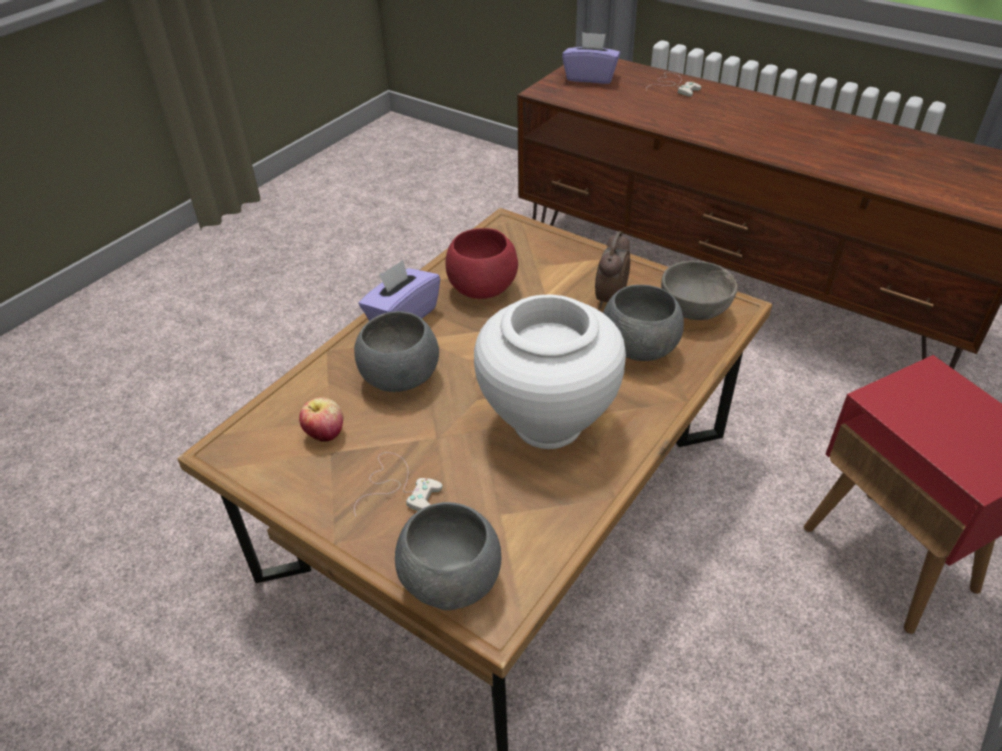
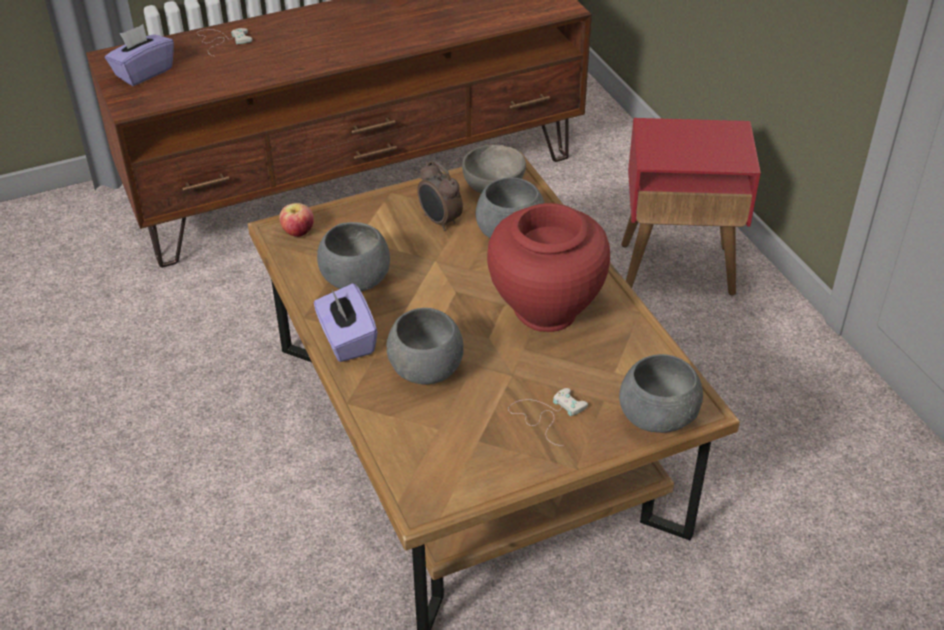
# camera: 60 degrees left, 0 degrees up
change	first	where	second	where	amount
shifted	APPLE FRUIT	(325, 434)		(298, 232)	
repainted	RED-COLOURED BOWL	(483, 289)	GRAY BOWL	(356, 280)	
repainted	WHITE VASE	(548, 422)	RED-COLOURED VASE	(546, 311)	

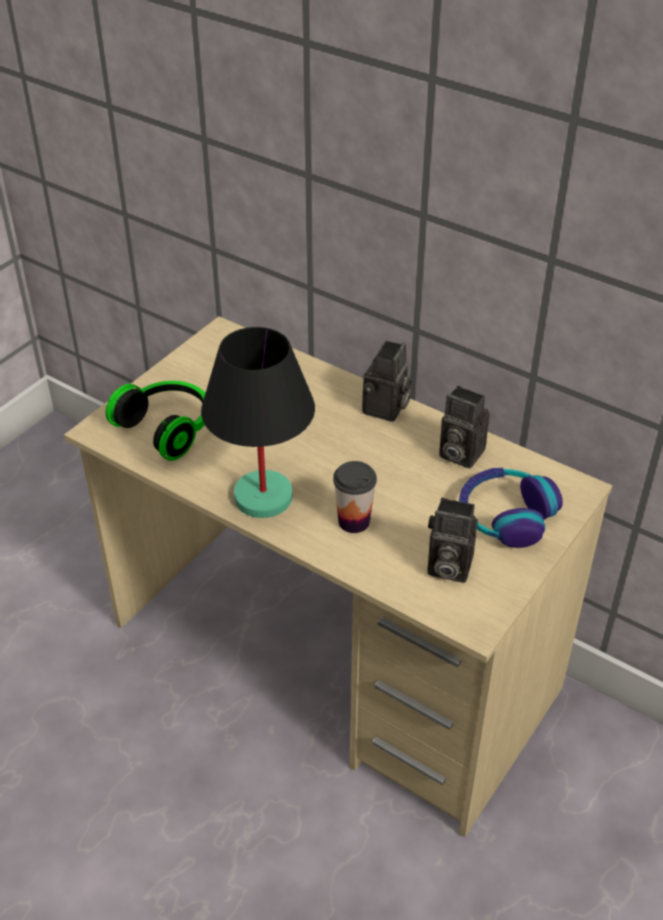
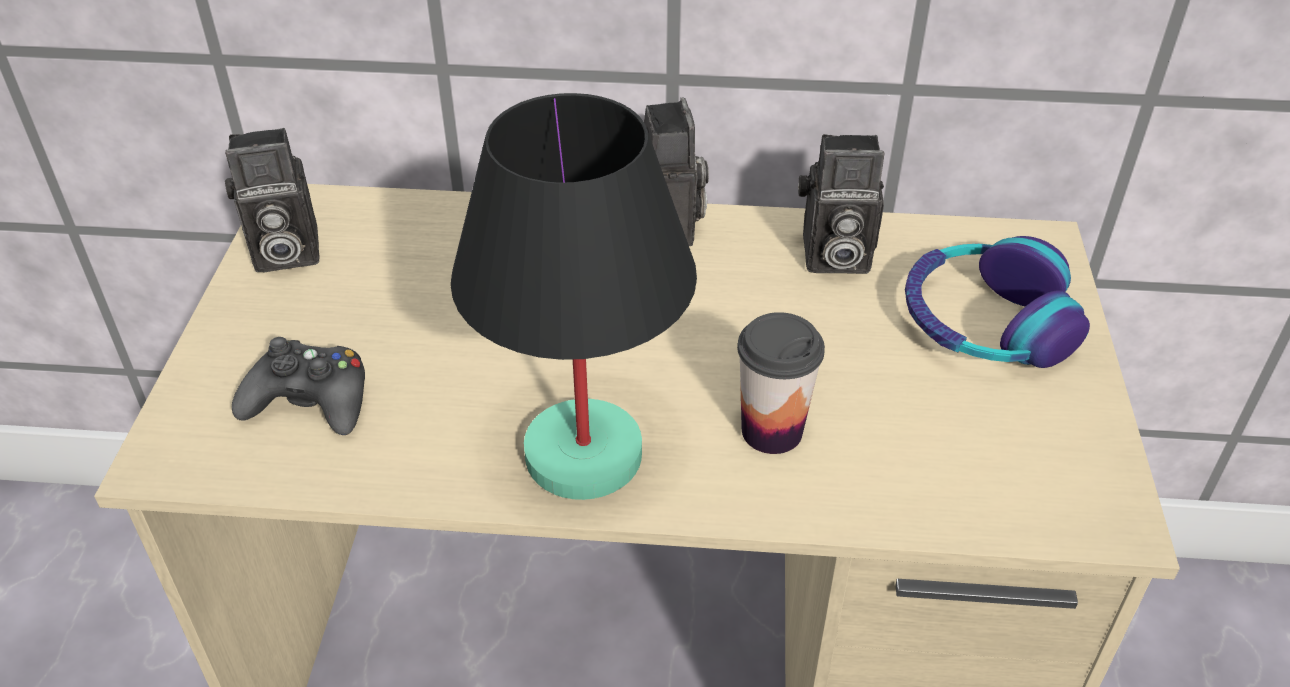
# camera: 30 degrees left, 0 degrees up
change	first	where	second	where	amount
shifted	PHOTO CAMERA	(446, 567)		(282, 254)	
swapped	HEADSET	(168, 428)	BLACK JOYPAD	(310, 401)	

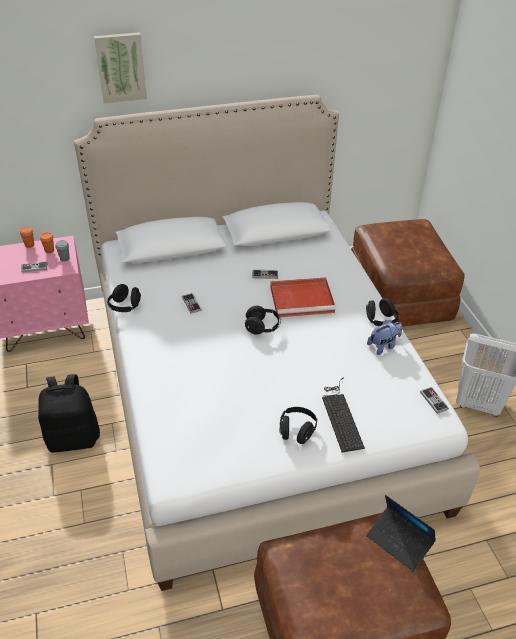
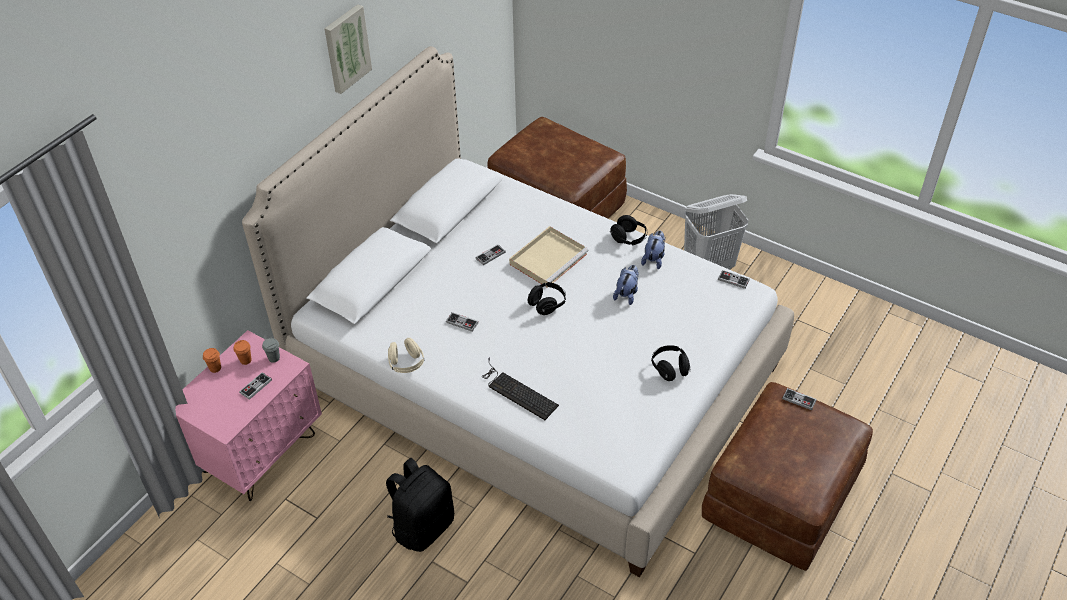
# camera: 40 degrees left, 5 degrees up
change	first	where	second	where	amount
new			SOFT TOY	(627, 294)	
shifted	PICTURE	(120, 67)		(346, 48)	
shifted	KEYBOARD	(341, 415)		(516, 391)	
swapped	PORTABLE COMPUTER	(399, 541)	JOYPAD	(799, 400)	
repainted	BLACK HEADSET	(125, 307)	BEIGE-COLOURED HEADSET	(406, 364)	
repainted	RED-COLOURED CARRYING TRAY	(303, 299)	BEIGE-COLOURED CARRYING TRAY	(549, 258)	

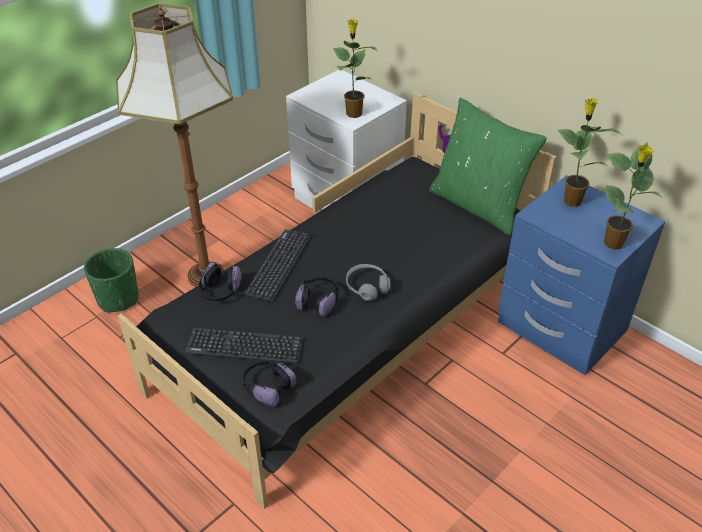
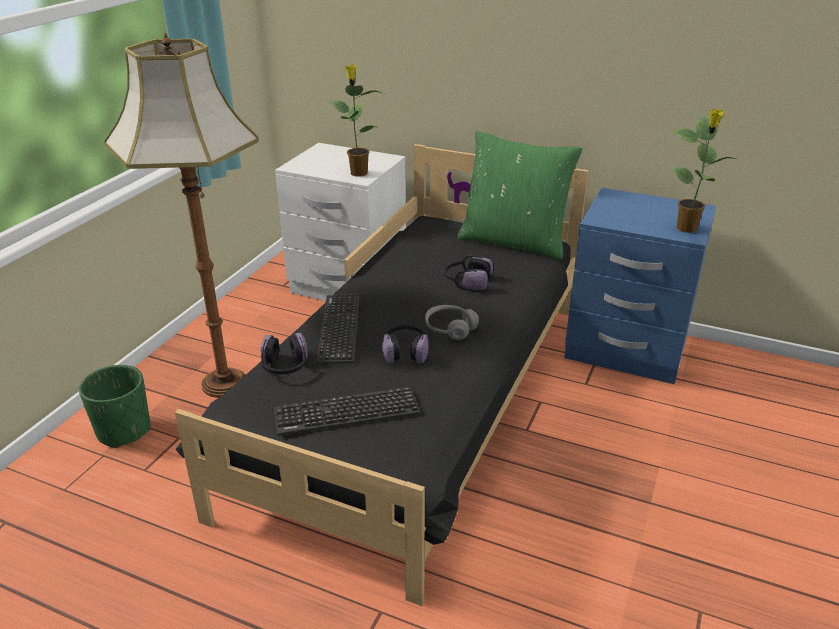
# camera: 20 degrees left, 10 degrees down
change	first	where	second	where	amount
gone	PLANT IN A POT	(571, 200)			
shifted	HEADSET	(267, 387)		(466, 281)	

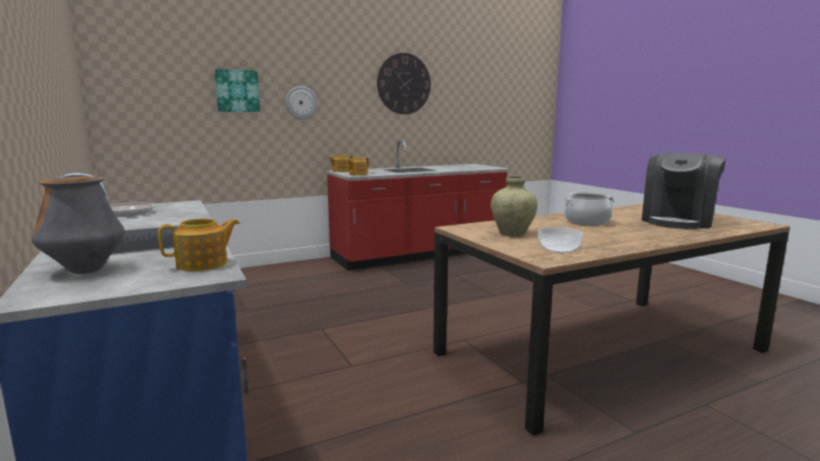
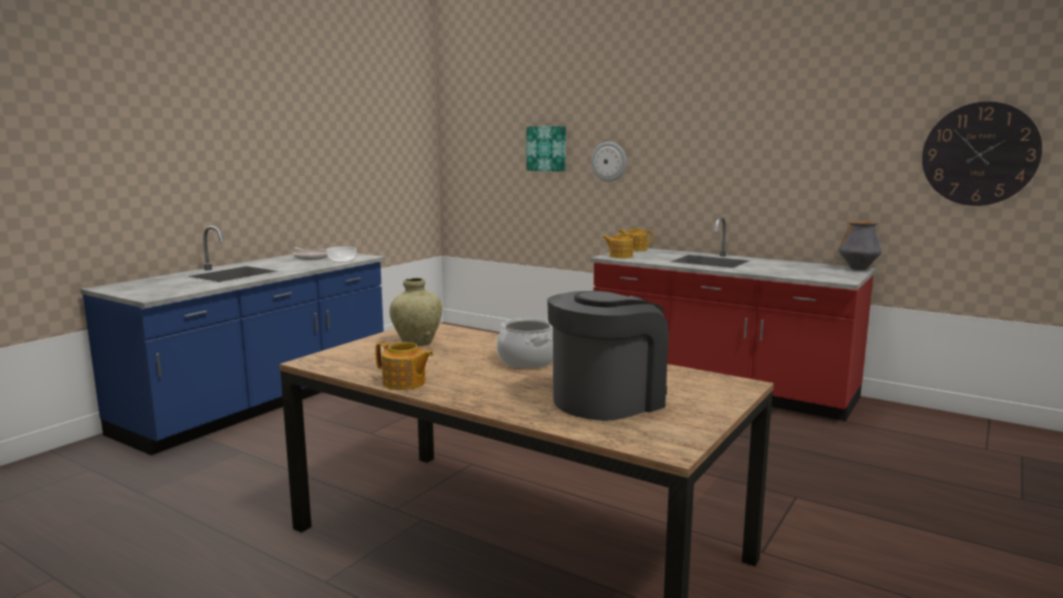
# camera: 60 degrees right, 0 degrees up
change	first	where	second	where	amount
shifted	VASE	(85, 270)		(858, 269)	
shifted	TEAPOT	(203, 264)		(404, 383)	
shifted	HANGING CLOCK	(404, 84)		(980, 154)	
shifted	BOWL	(559, 249)		(342, 260)	
rotated	COFFEE MACHINE	(678, 221)		(607, 400)	135 degrees clockwise

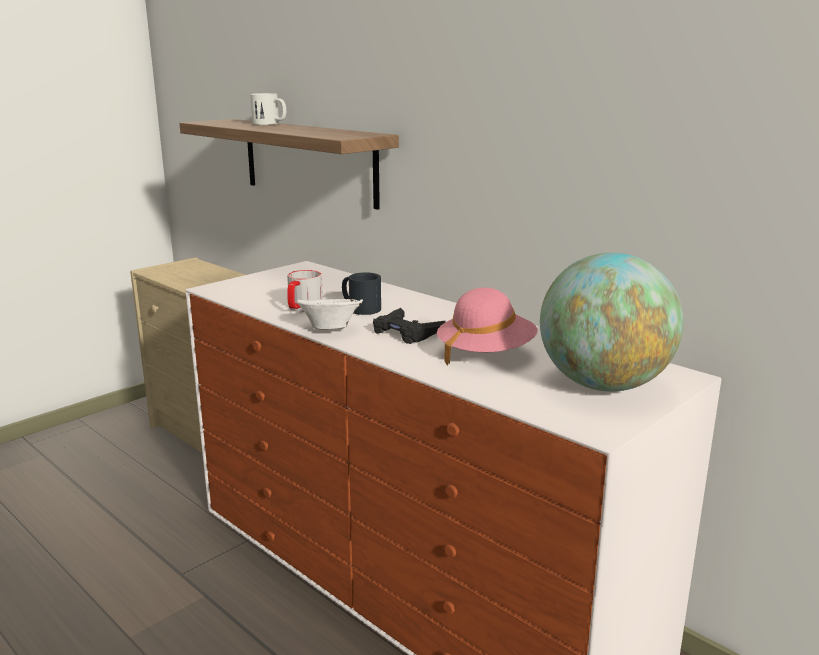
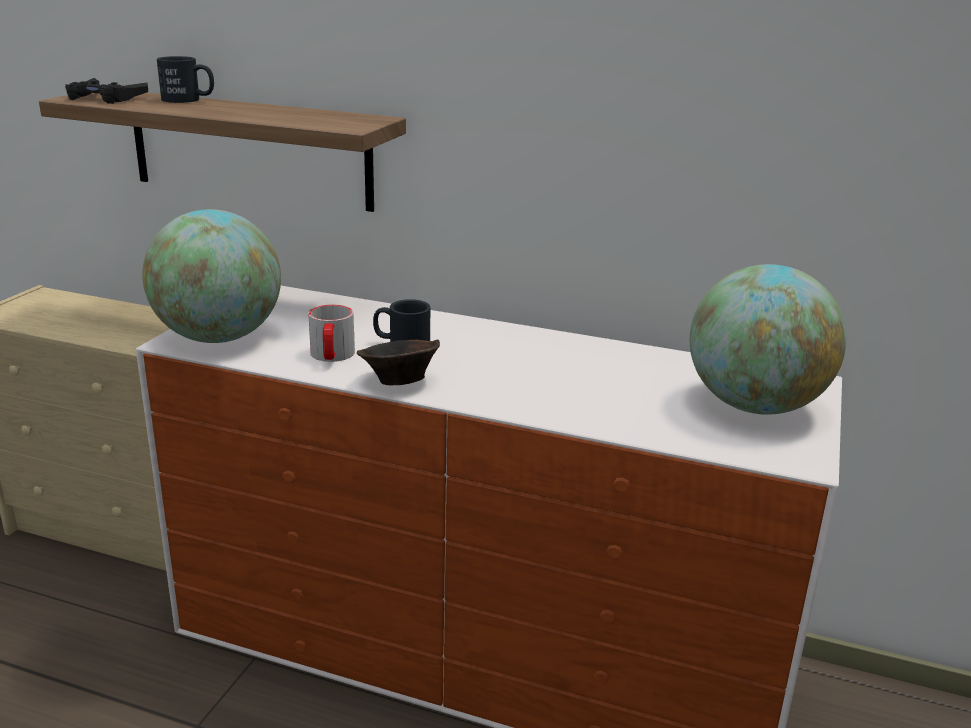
# camera: 25 degrees left, 5 degrees up
change	first	where	second	where	amount
gone	PINK-COLOURED WEARABLE HAT	(485, 354)			
new			WORLD GLOBE	(219, 337)	
shifted	BLACK JOYPAD	(406, 332)		(105, 98)	
repainted	WHITE MUG	(270, 124)	BLACK MUG	(188, 100)	
repainted	WHITE BOWL	(329, 329)	BROWNISH BOWL	(398, 382)	

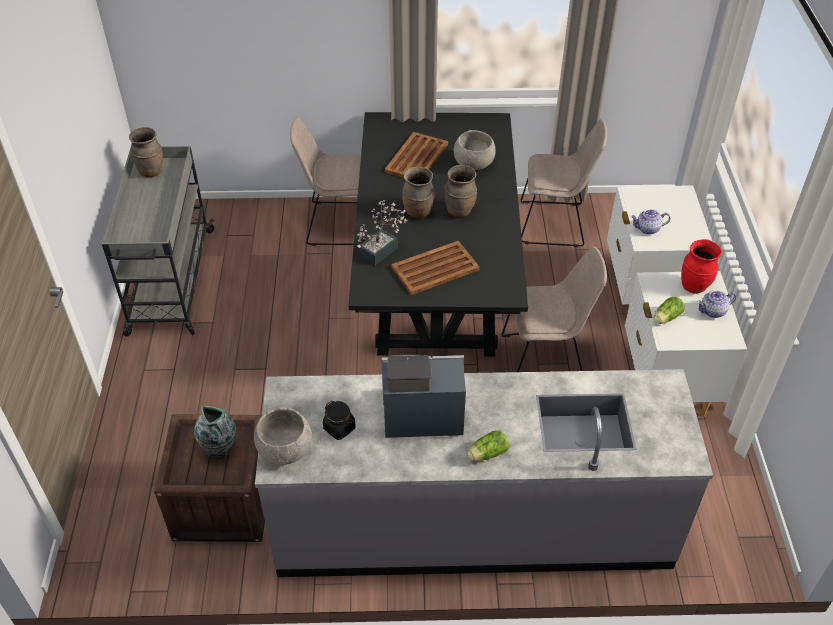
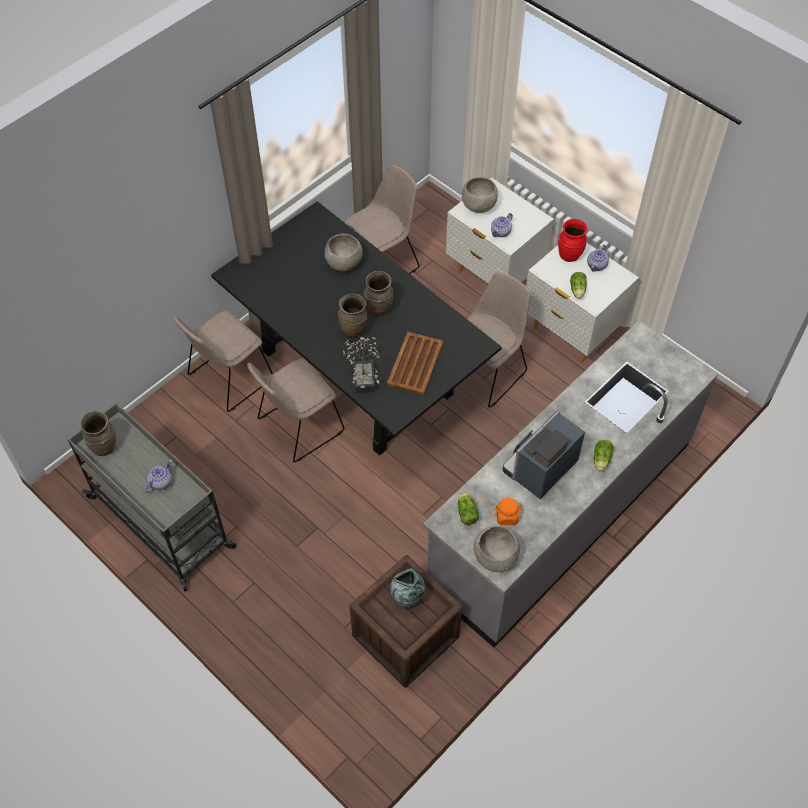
# camera: 45 degrees left, 10 degrees up
change	first	where	second	where	amount
gone	BROWNISH CARRYING TRAY	(417, 157)			
new			TEAPOT	(161, 482)	
new			BEIGE-COLOURED UPRIGHT CHAIR	(298, 427)	
new			HEAD OF LETTUCE	(466, 512)	
new			GRAY BOWL	(479, 206)	
repainted	BLACK STORAGE JAR	(339, 428)	ORANGE STORAGE JAR	(507, 516)	

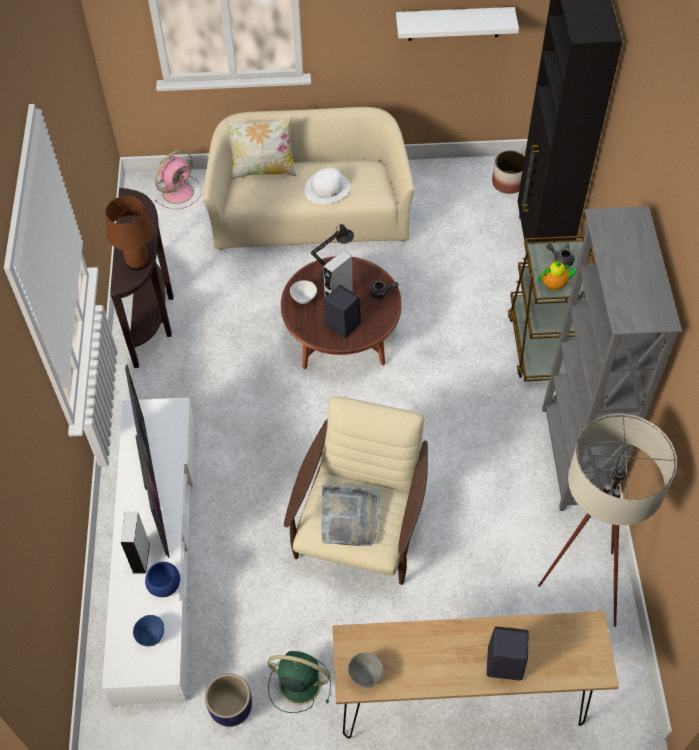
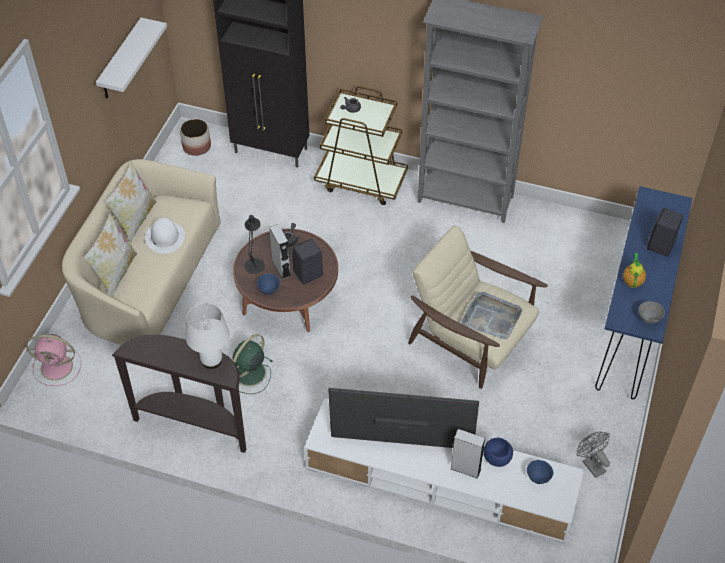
# camera: 70 degrees left, 5 degrees down
change	first	where	second	where	amount
gone	BEIGE-COLOURED FLOOR LAMP	(577, 586)			
new			PILLOW	(135, 220)	
shifted	GREEN FAN	(298, 683)		(249, 374)	
shifted	TEAPOT	(556, 284)		(632, 281)	
swapped	FLOWER POT	(230, 708)	GRAY FAN	(591, 464)	
repainted	BROWNISH TABLETOP LAMP	(138, 262)	WHITE TABLETOP LAMP	(211, 360)	
repainted	WHITE BOWL	(304, 299)	BLUISH BOWL	(269, 291)	
repainted	BROWNISH CONSOLE TABLE	(462, 706)	BLUISH CONSOLE TABLE	(630, 326)	
rotated	PINK-COLOURED FAN	(179, 191)		(58, 367)	120 degrees clockwise

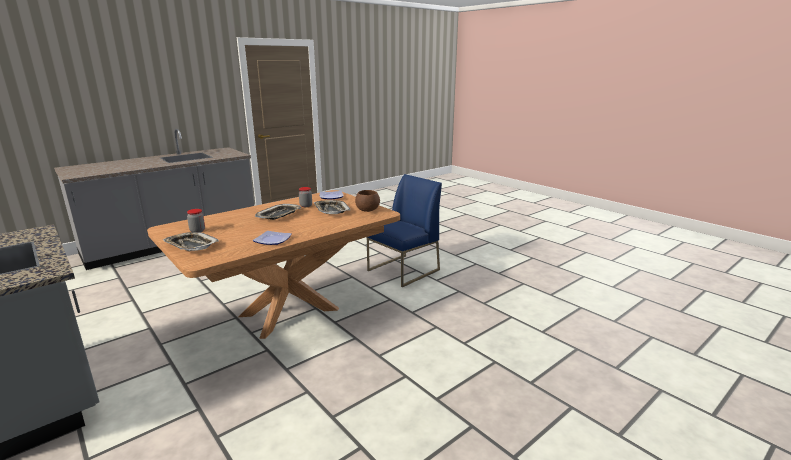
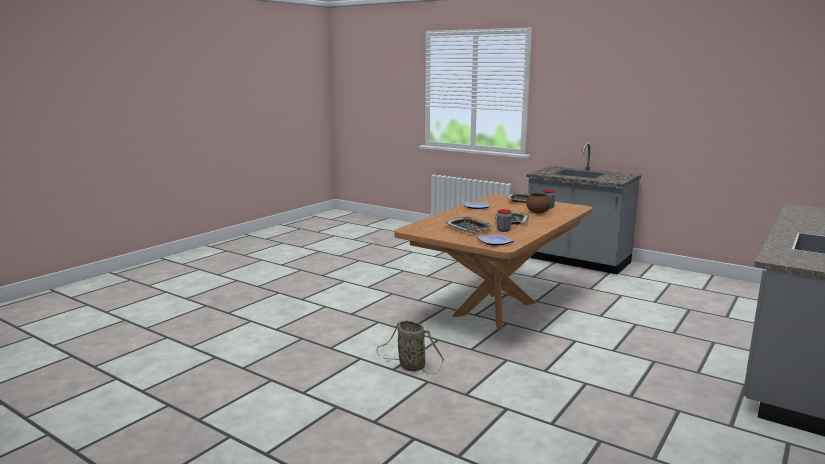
# camera: 165 degrees right, 5 degrees down
change	first	where	second	where	amount
shifted	BROWNISH BOWL	(367, 210)		(538, 212)	
swapped	BLUISH UPRIGHT CHAIR	(403, 270)	BASKET	(410, 366)	

